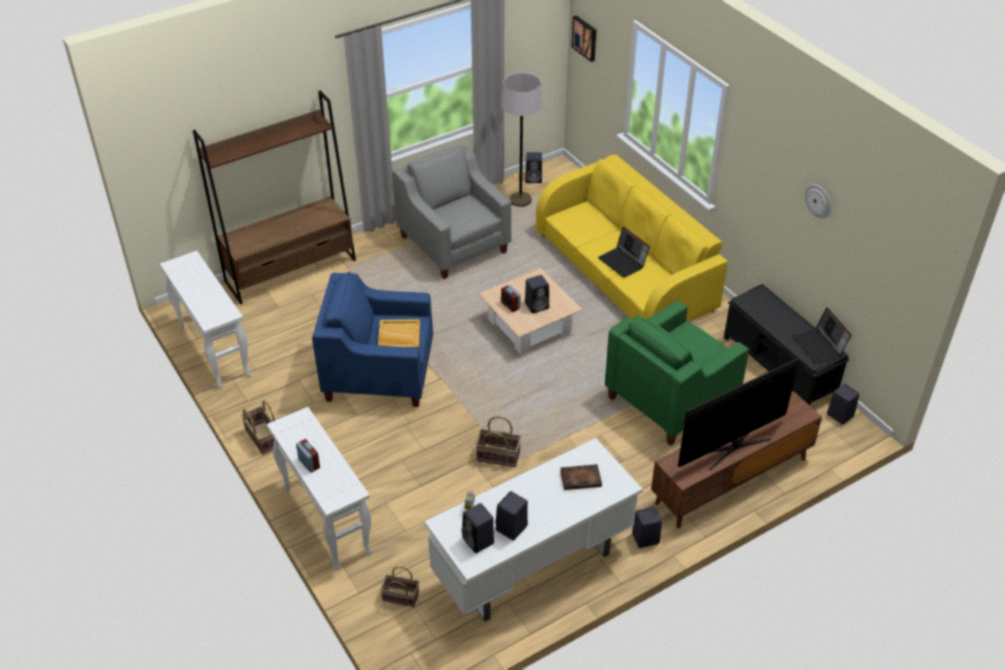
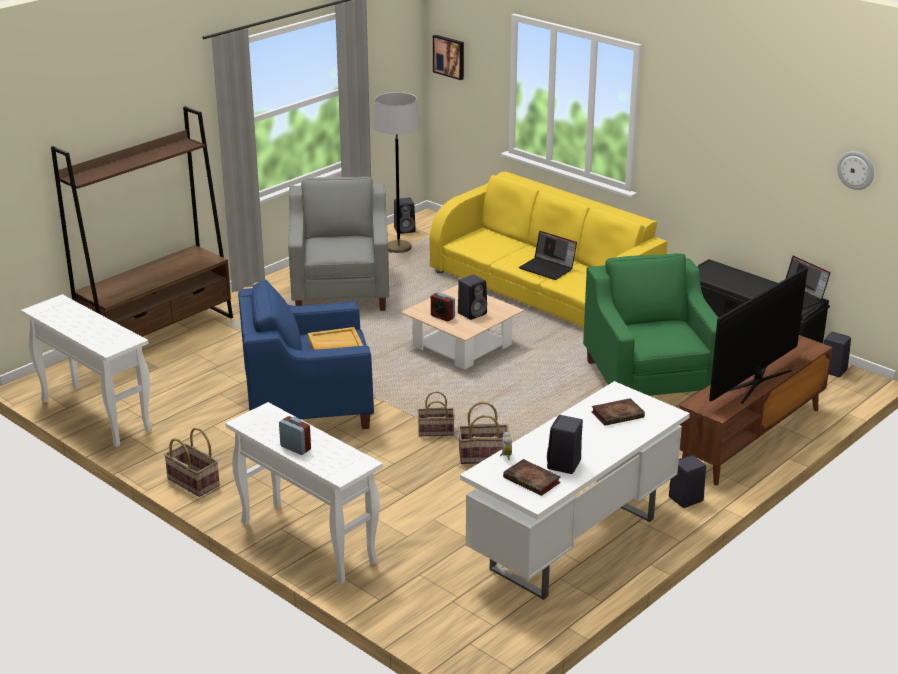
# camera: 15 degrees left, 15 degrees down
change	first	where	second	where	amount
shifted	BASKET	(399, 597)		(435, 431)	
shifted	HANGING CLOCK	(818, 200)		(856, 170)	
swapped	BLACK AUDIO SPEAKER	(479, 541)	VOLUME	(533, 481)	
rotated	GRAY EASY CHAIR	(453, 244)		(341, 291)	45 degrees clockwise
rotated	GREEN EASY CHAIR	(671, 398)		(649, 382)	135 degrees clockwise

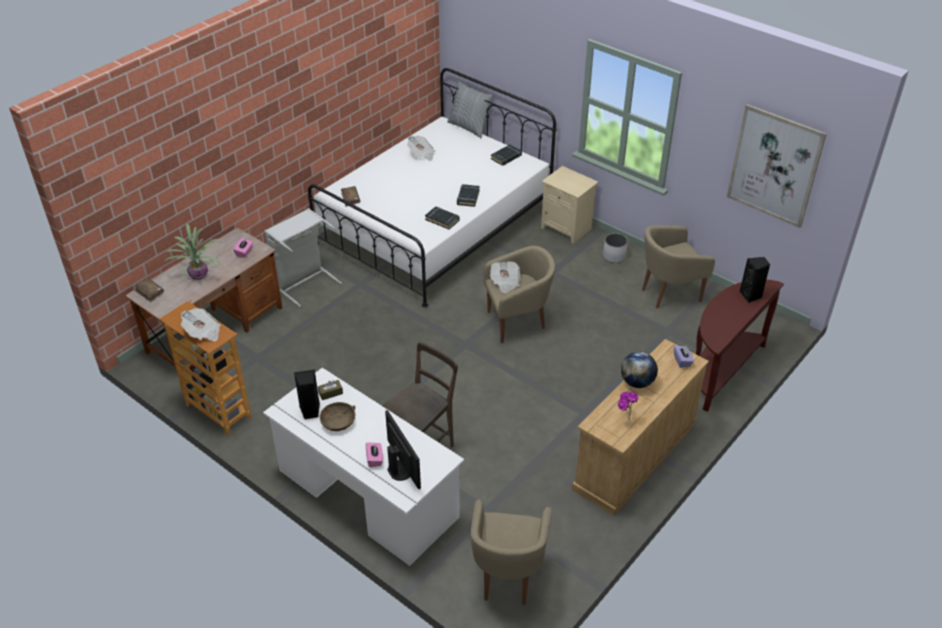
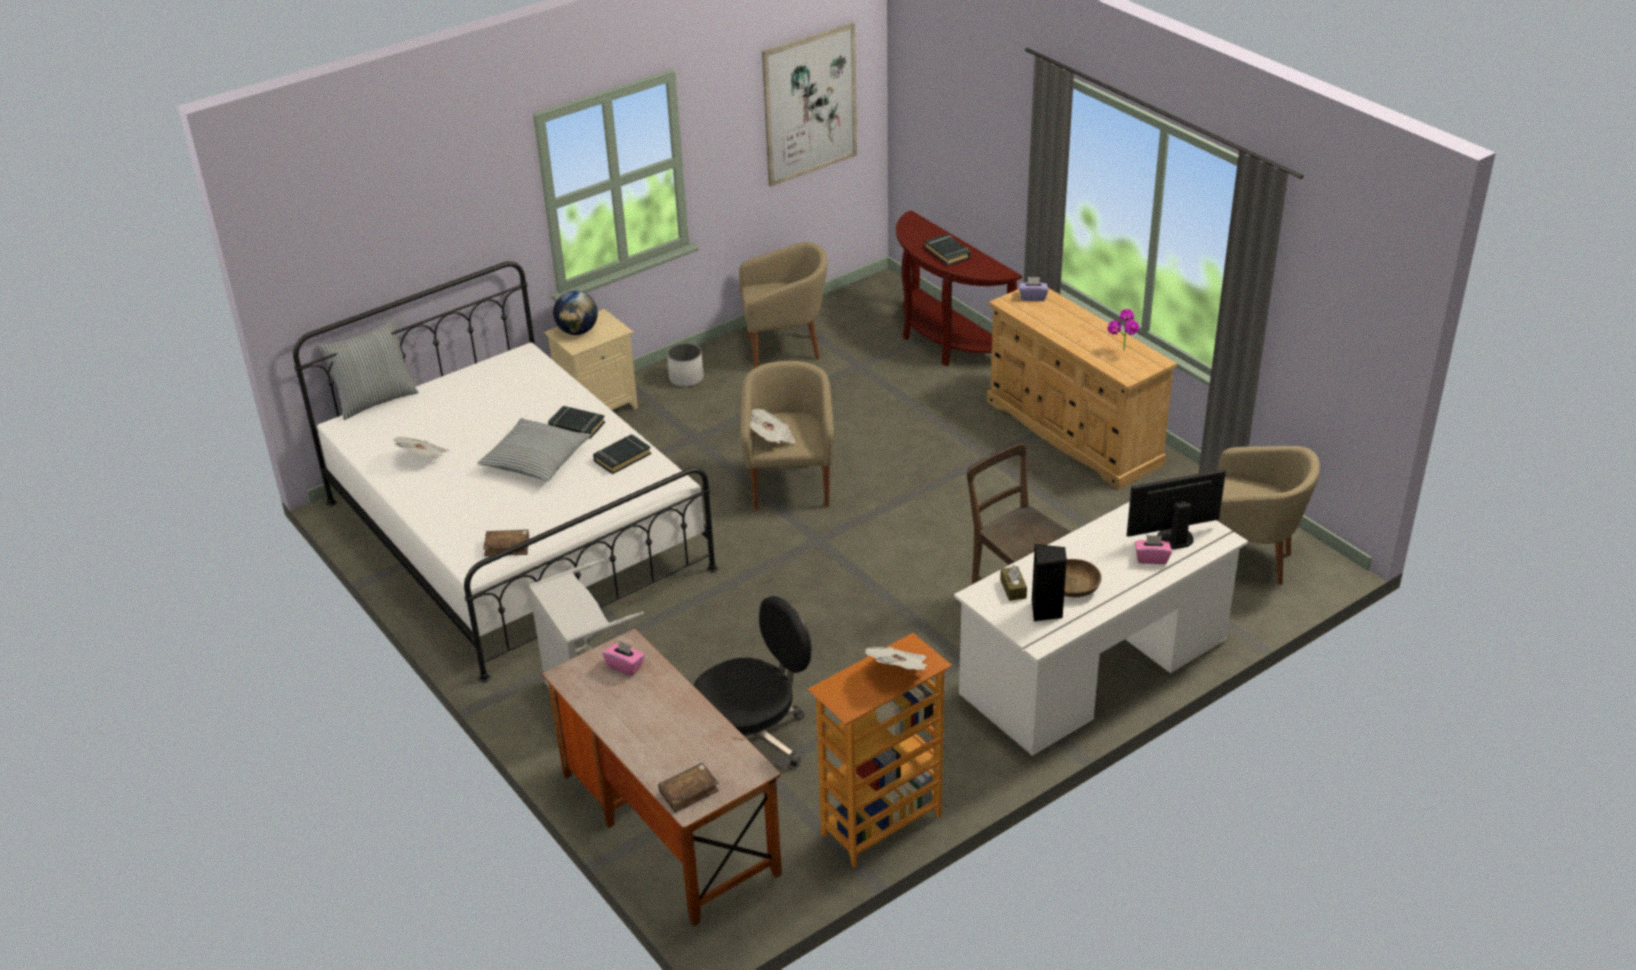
# camera: 75 degrees left, 5 degrees down
change	first	where	second	where	amount
gone	PLANT IN A POT	(200, 275)			
gone	BLACK AUDIO SPEAKER	(751, 296)			
new			PILLOW	(536, 460)	
new			BLACK COMPUTER CHAIR	(752, 740)	
shifted	BLACK VOLUME	(506, 157)		(948, 253)	
shifted	WORLD GLOBE	(637, 382)		(578, 331)	
rotated	BEIGE-COLOURED EASY CHAIR	(668, 293)		(785, 350)	90 degrees counterclockwise

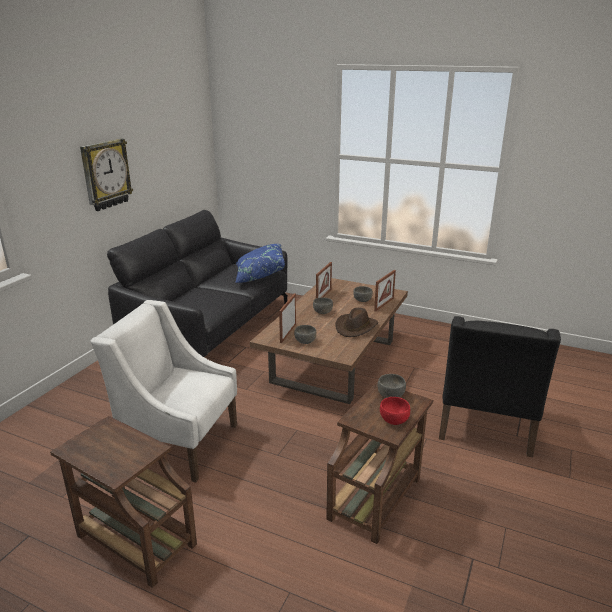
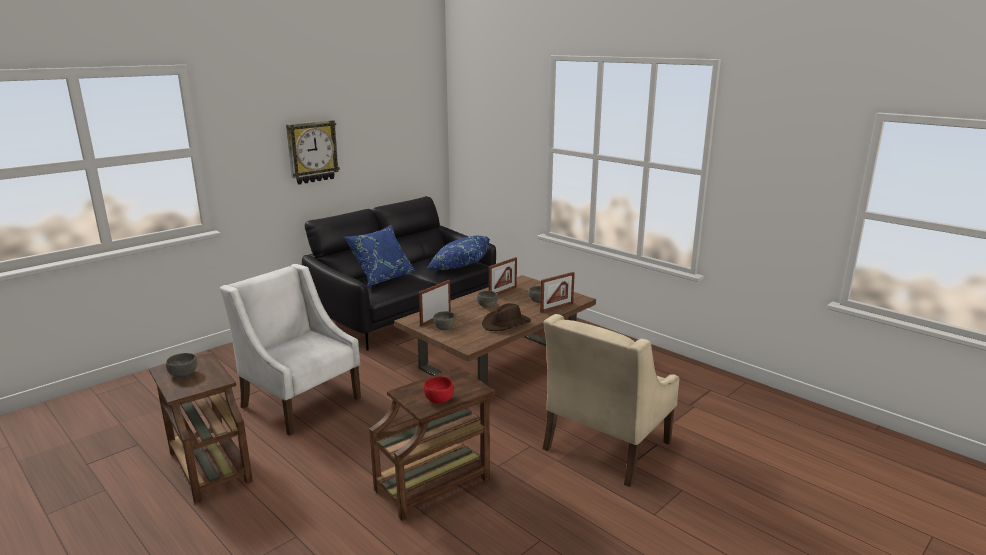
# camera: 20 degrees right, 5 degrees down
change	first	where	second	where	amount
new			BLUISH PILLOW	(382, 278)	
shifted	GRAY BOWL	(391, 395)		(184, 374)	
repainted	BLACK EASY CHAIR	(485, 424)	BEIGE-COLOURED EASY CHAIR	(605, 446)	

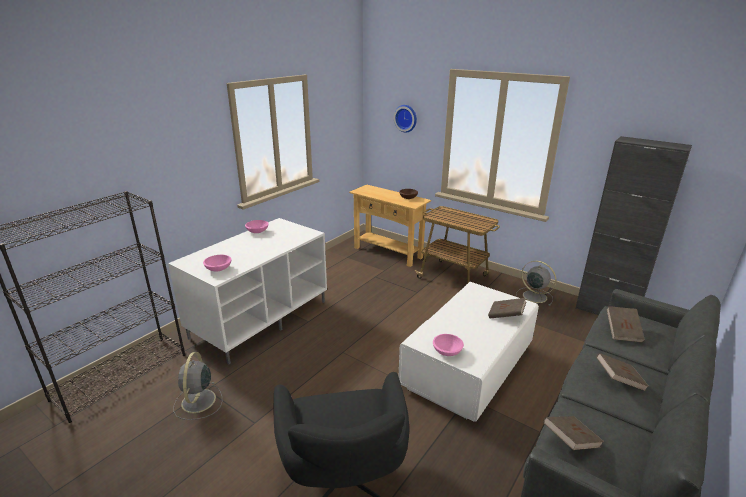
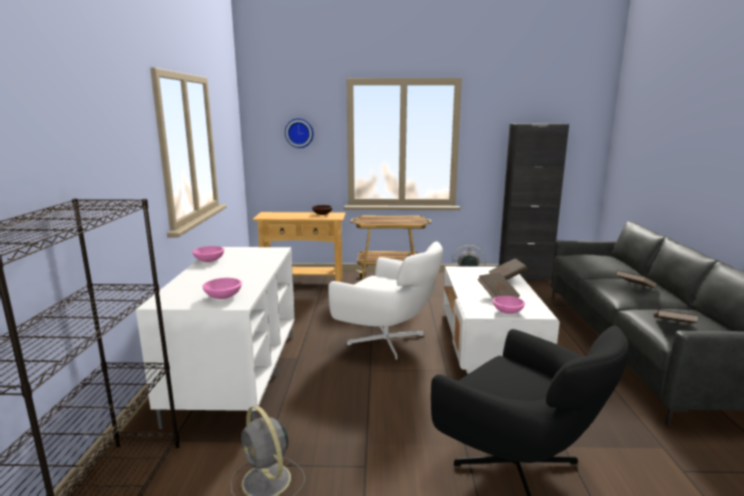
# camera: 35 degrees left, 10 degrees down
change	first	where	second	where	amount
new			WHITE EASY CHAIR	(389, 341)	
shifted	BROWNISH VOLUME	(622, 332)		(497, 295)	

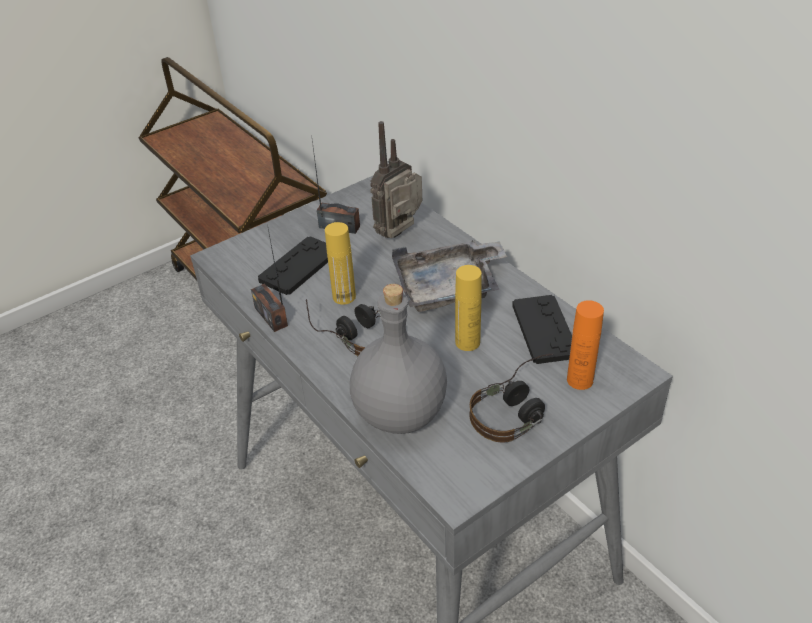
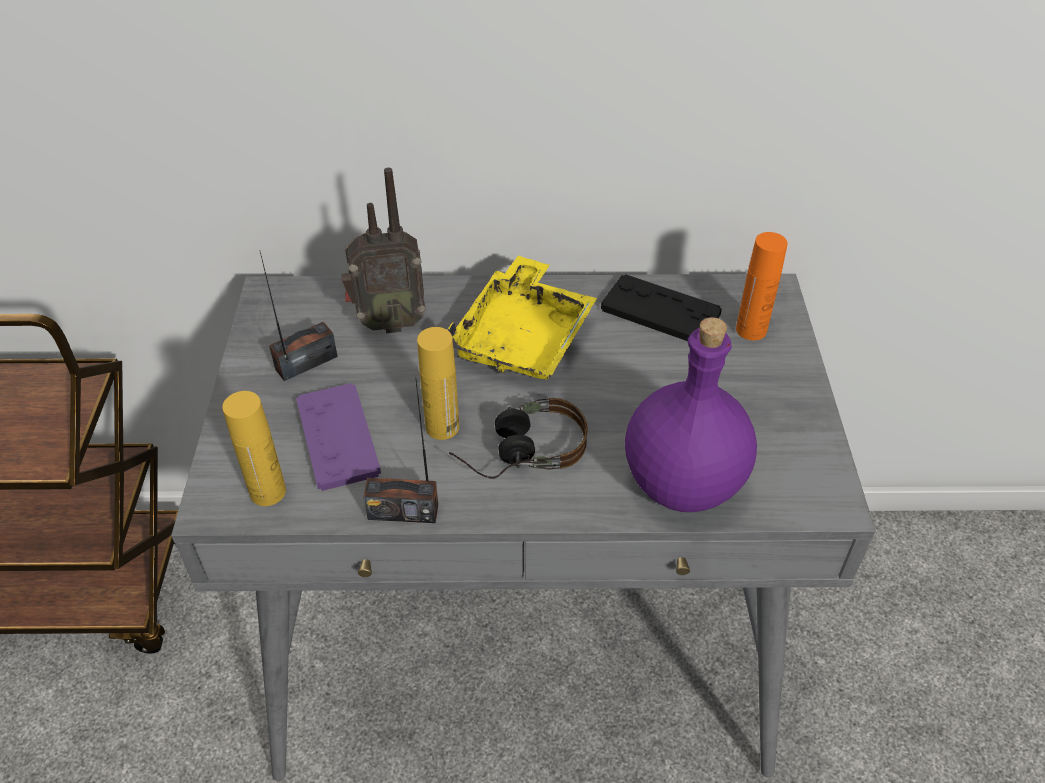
# camera: 55 degrees left, 5 degrees up
change	first	where	second	where	amount
gone	HEADSET	(518, 409)			
shifted	YELLOW-COLOURED BOTTLE	(467, 342)		(268, 492)	
repainted	BLACK JOYPAD	(299, 267)	PURPLISH JOYPAD	(337, 437)	
repainted	GRAY BOTTLE	(401, 415)	PURPLISH BOTTLE	(685, 483)	
repainted	GRAY CARRYING TRAY	(449, 288)	YELLOW-COLOURED CARRYING TRAY	(524, 337)	
rotated	RADIO	(401, 235)		(388, 322)	90 degrees counterclockwise

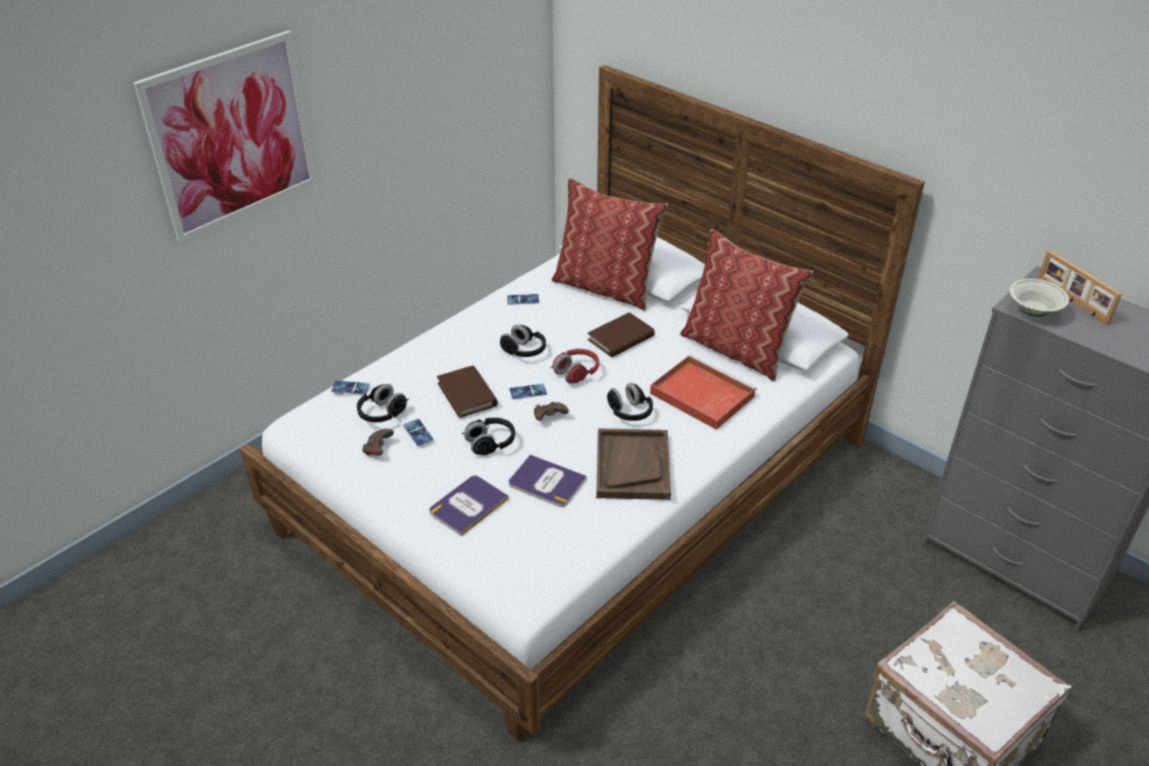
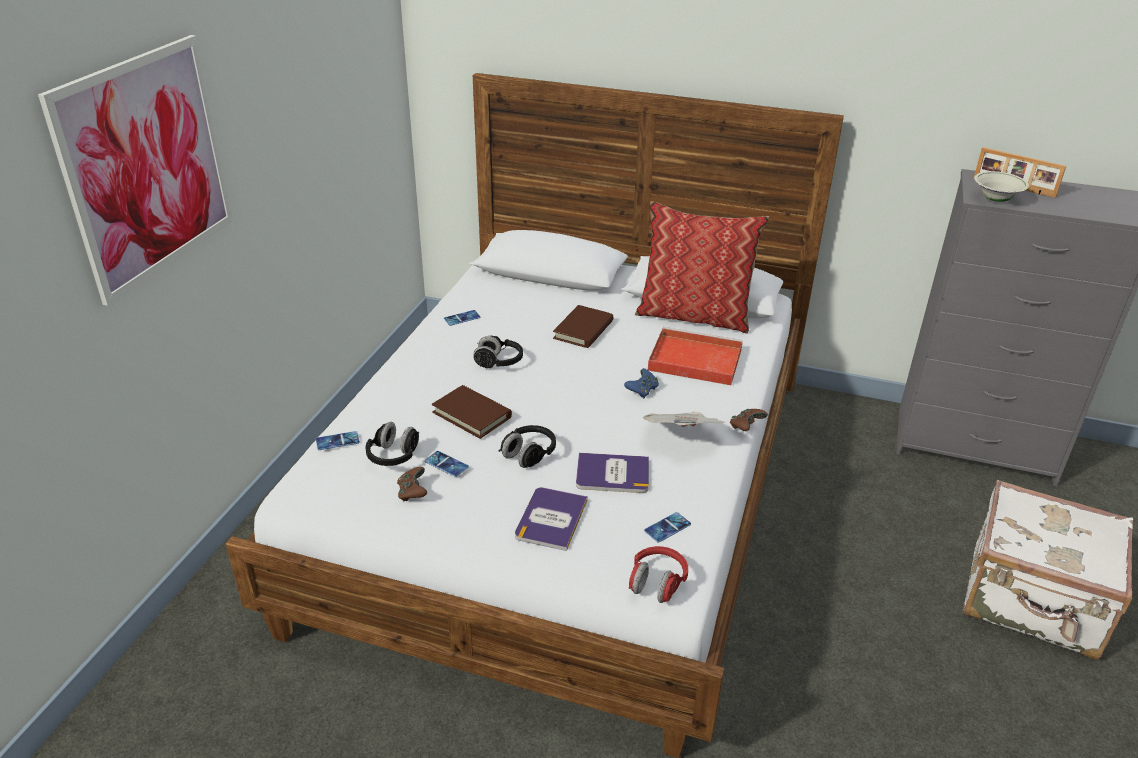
# camera: 25 degrees left, 5 degrees down
change	first	where	second	where	amount
gone	PILLOW	(606, 287)			
shifted	HANDSET	(528, 392)		(667, 527)	
shifted	BROWNISH JOYPAD	(549, 417)		(746, 426)	
shifted	RED-COLOURED HEADSET	(576, 373)		(656, 583)	
swapped	BROWNISH CARRYING TRAY	(632, 466)	PRINTED PAPER	(682, 436)	
swapped	BLACK HEADSET	(629, 412)	BLUISH JOYPAD	(642, 391)	

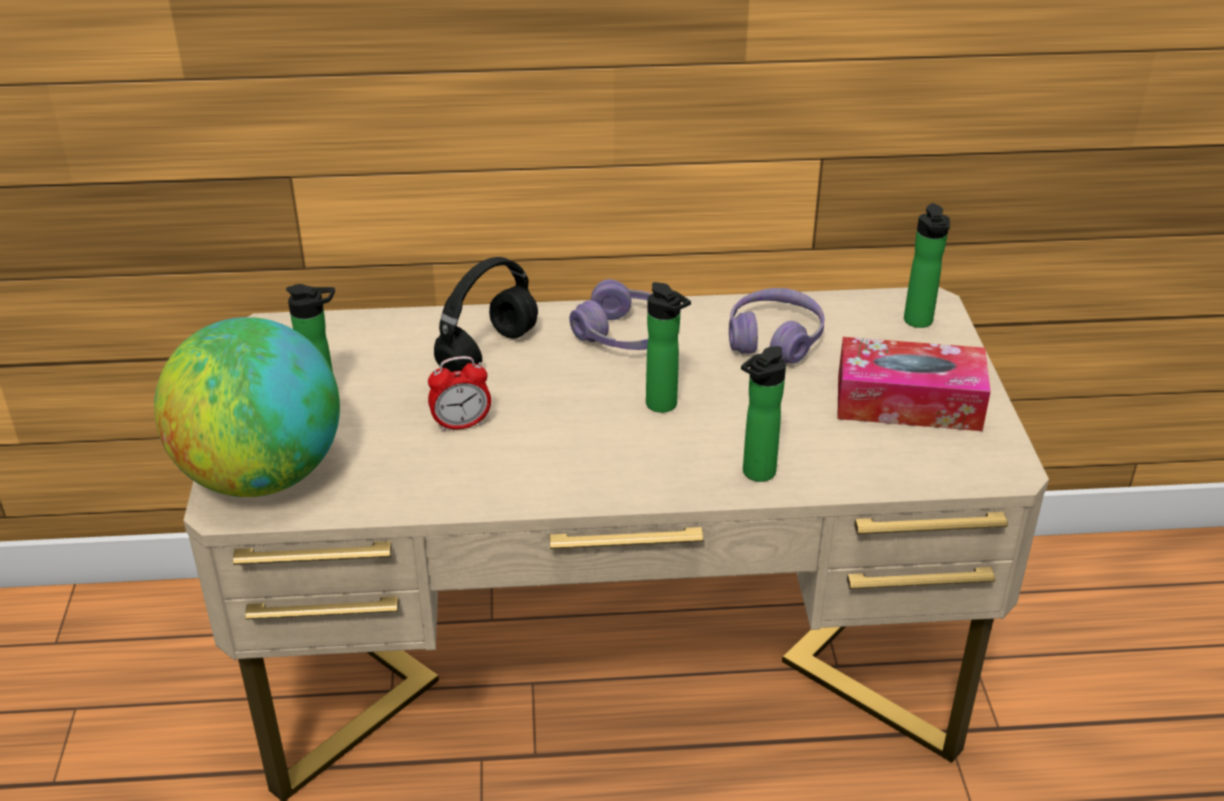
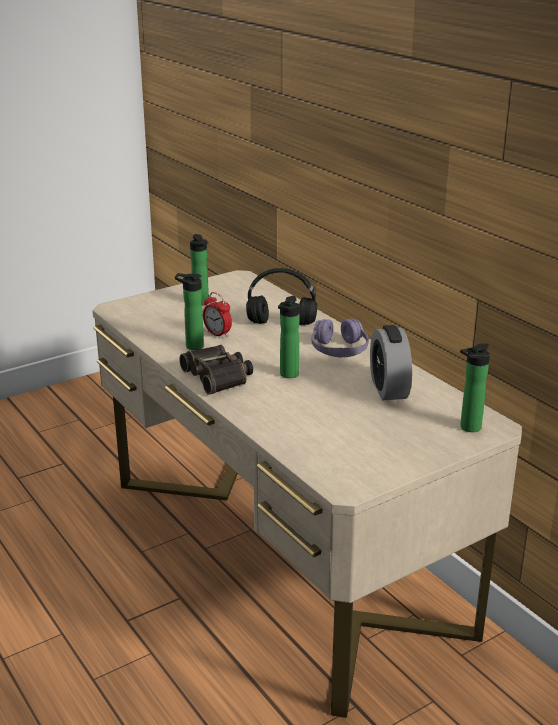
# camera: 60 degrees right, 10 degrees down
change	first	where	second	where	amount
gone	WORLD GLOBE	(262, 476)			
gone	BOX OF TISSUES	(908, 402)			
new			PAIR OF BINOCULARS	(219, 376)	
shifted	BOTTLE	(755, 474)		(191, 346)	
swapped	PURPLISH HEADSET	(774, 339)	BEDSIDE CLOCK	(388, 388)	

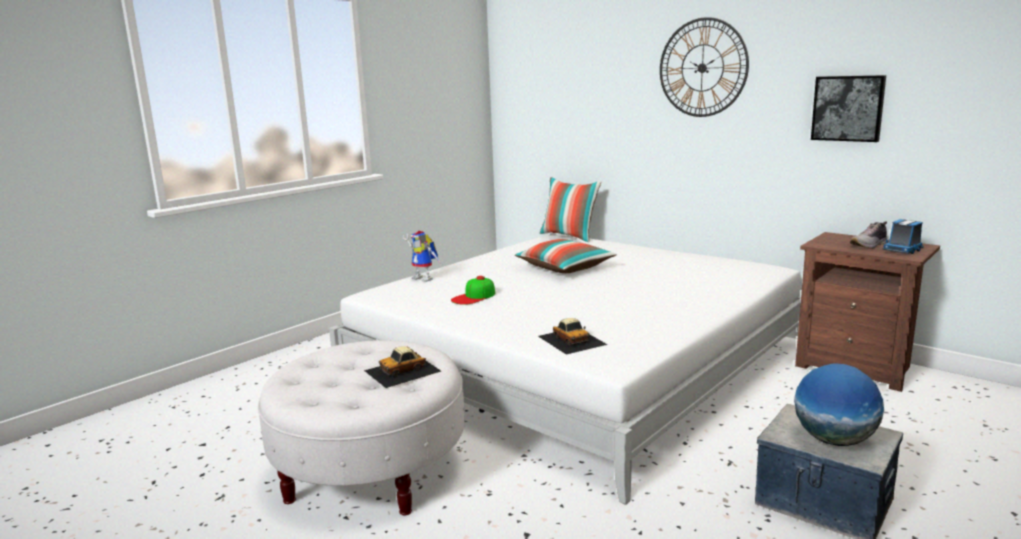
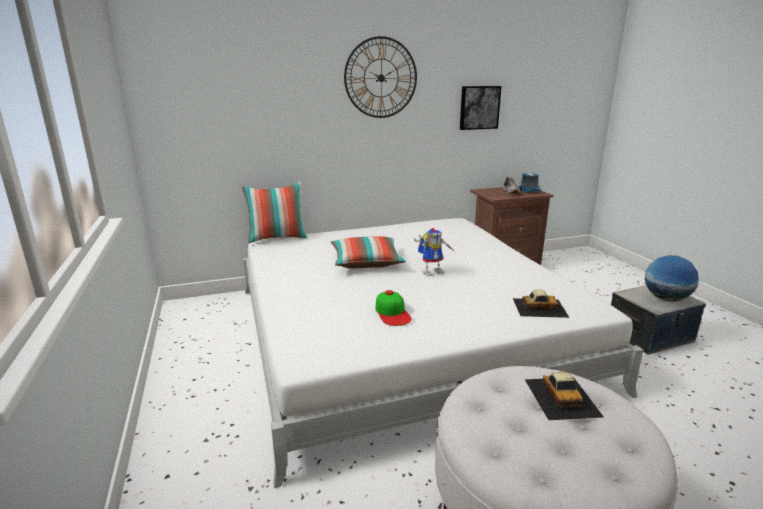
# camera: 60 degrees left, 5 degrees up
change	first	where	second	where	amount
shifted	MODEL ROBOT	(425, 278)		(432, 271)	

